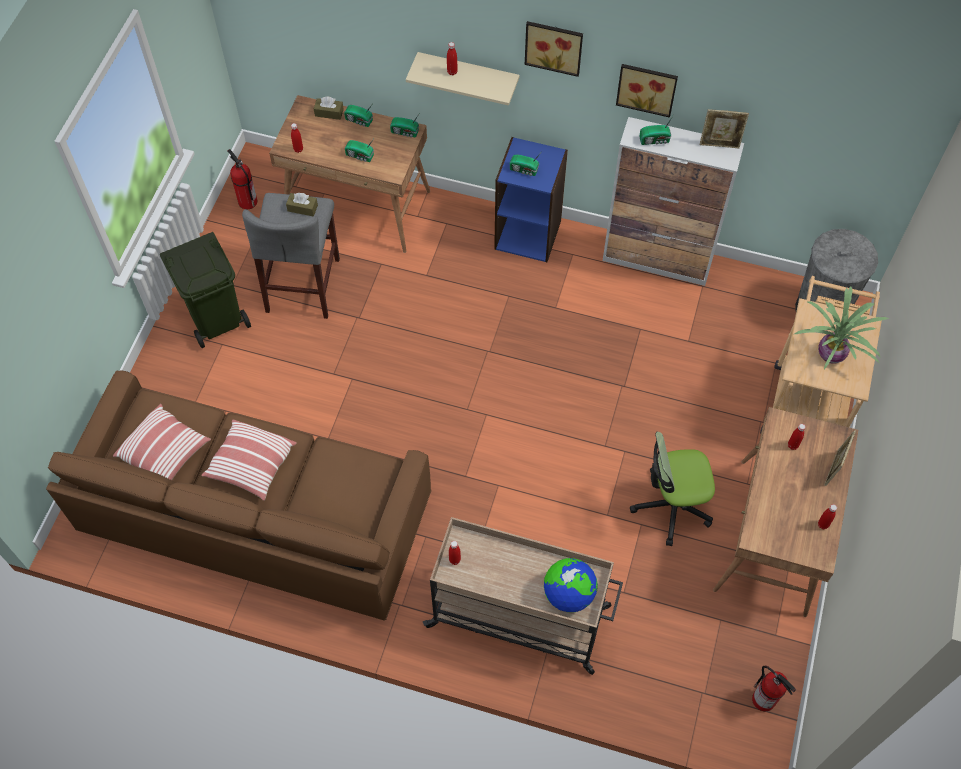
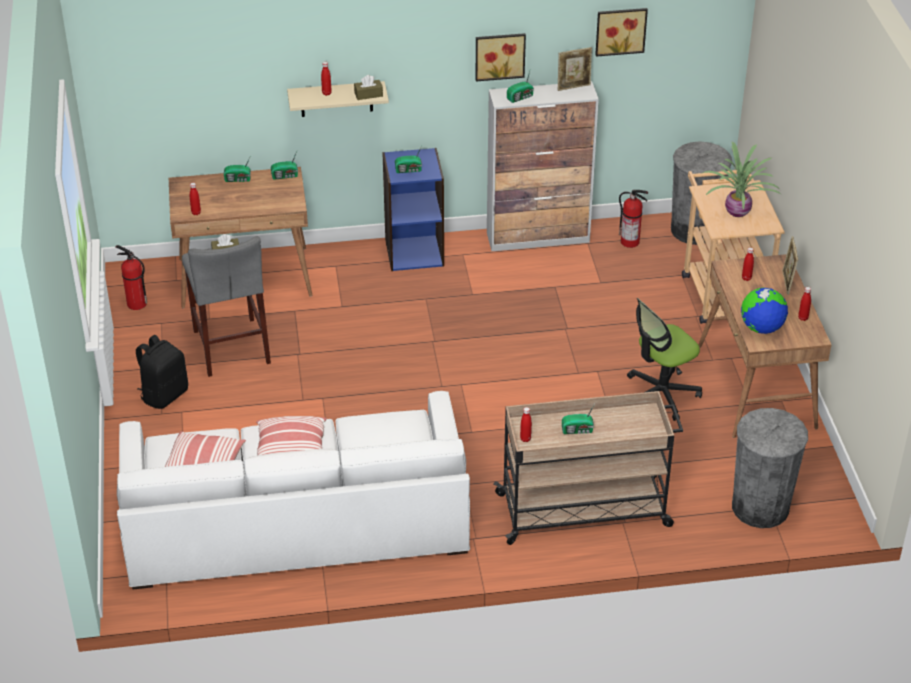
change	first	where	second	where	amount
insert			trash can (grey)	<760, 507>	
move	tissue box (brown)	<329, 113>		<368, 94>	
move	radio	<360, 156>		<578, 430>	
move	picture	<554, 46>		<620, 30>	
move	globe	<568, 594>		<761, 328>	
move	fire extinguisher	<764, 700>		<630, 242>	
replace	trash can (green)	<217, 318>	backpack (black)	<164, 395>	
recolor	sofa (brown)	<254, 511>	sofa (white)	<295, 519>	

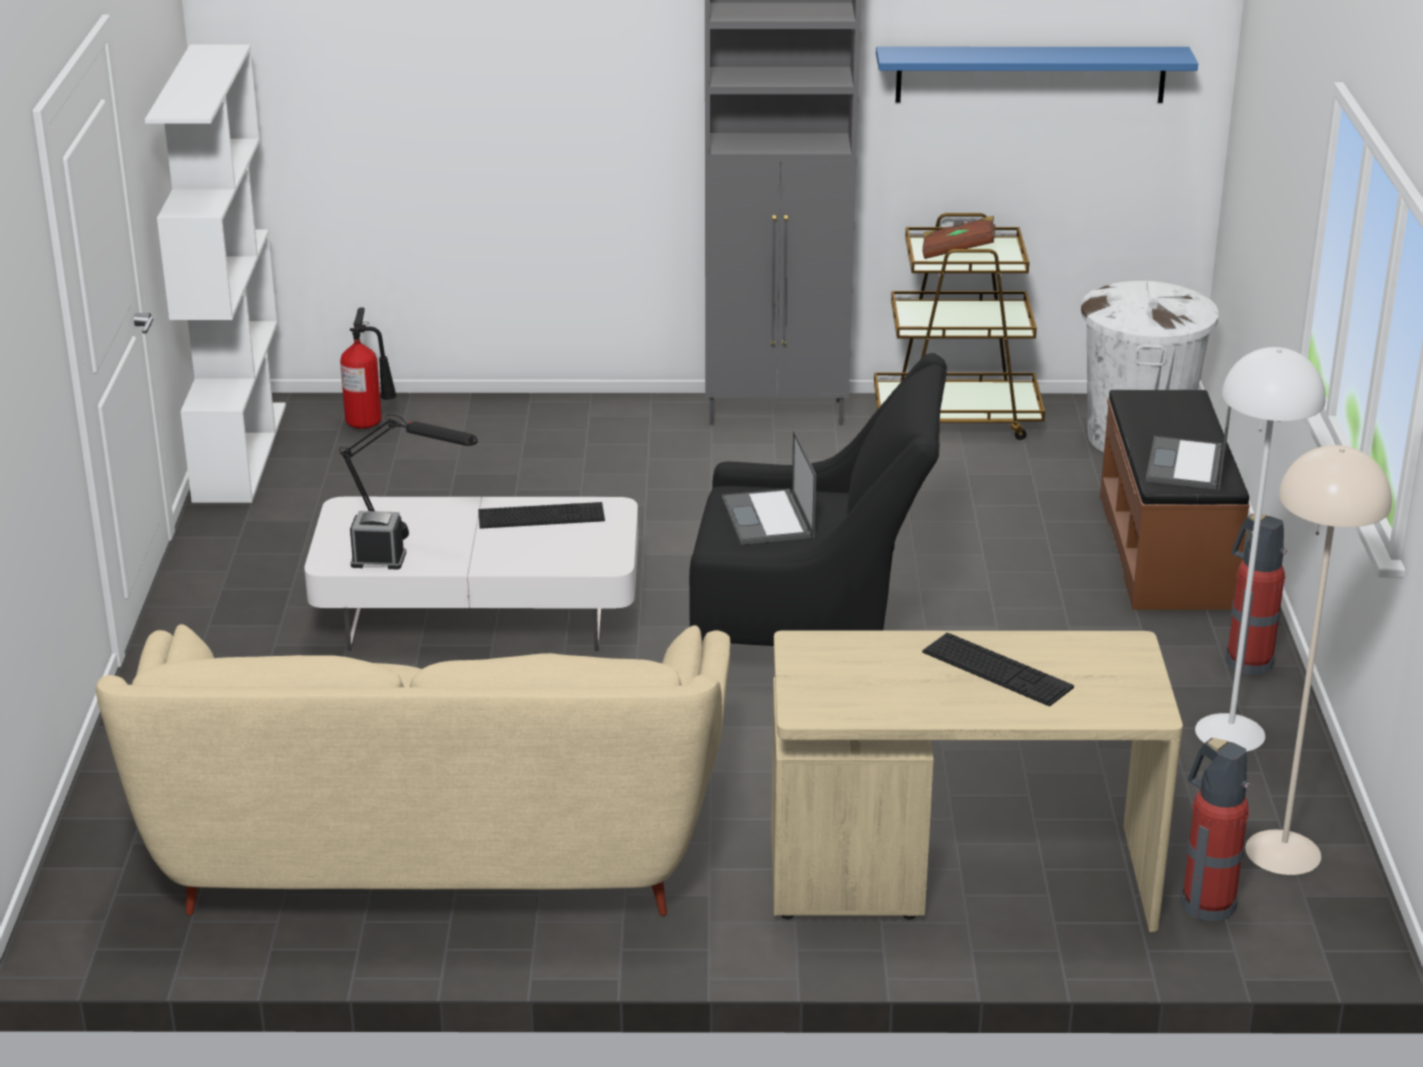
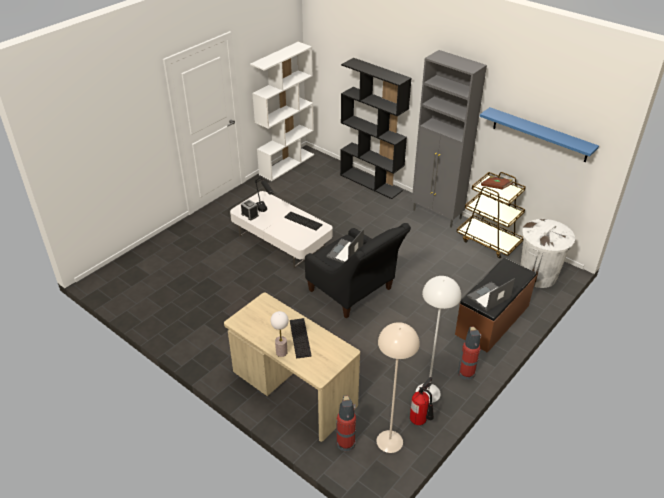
change	first	where	second	where	amount
delete	sofa (beige)	<435, 839>			
insert			table lamp	<281, 352>	
insert			bookcase (black)	<371, 183>	
move	fire extinguisher	<370, 423>		<420, 420>	

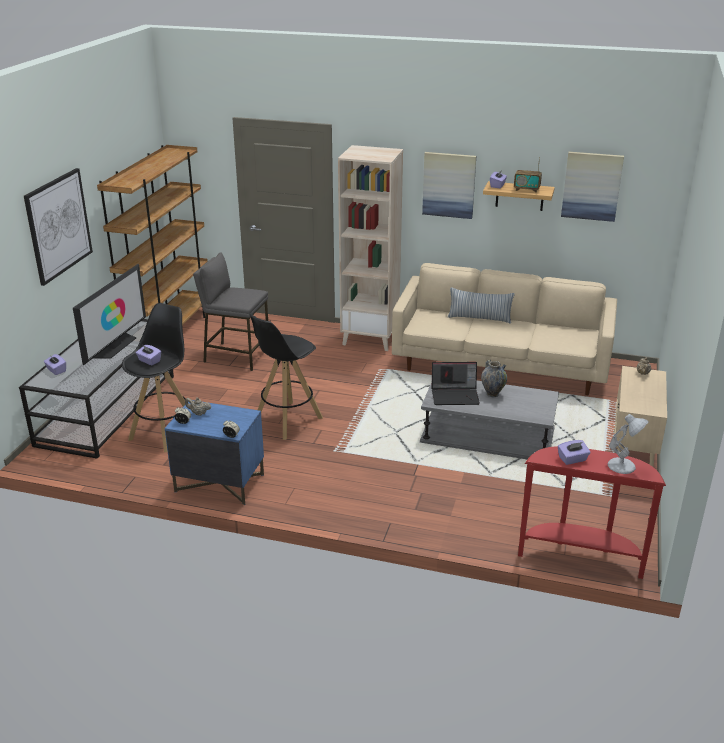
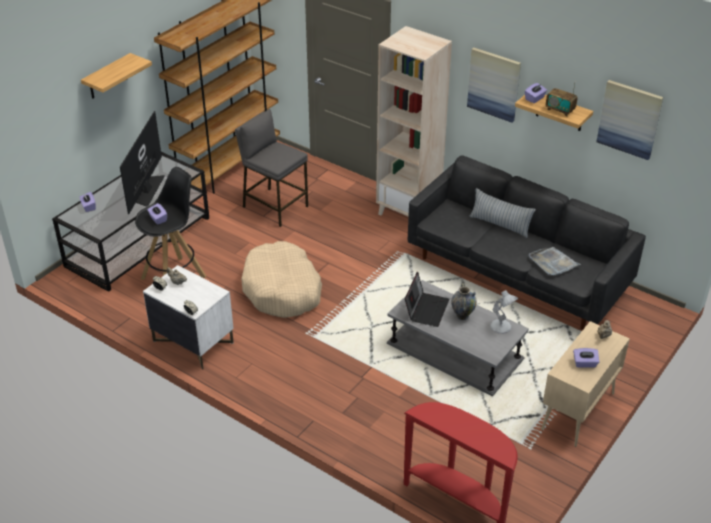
change	first	where	second	where	amount
insert			tray (grey)	<553, 263>	
move	tissue box (purple)	<572, 459>		<585, 363>	
move	table lamp (white)	<623, 466>		<501, 327>	
replace	picture	<58, 225>	shelf	<107, 77>	
replace	stool (black)	<287, 420>	dog bed (beige)	<282, 290>	
recolor	nightstand (blue)	<219, 483>	nightstand (white)	<192, 342>	
recolor	sofa (beige)	<501, 366>	sofa (black)	<517, 275>	
rotate	television	<115, 346>		<147, 190>	150 degrees clockwise
rotate	laptop	<455, 395>		<426, 309>	90 degrees counterclockwise

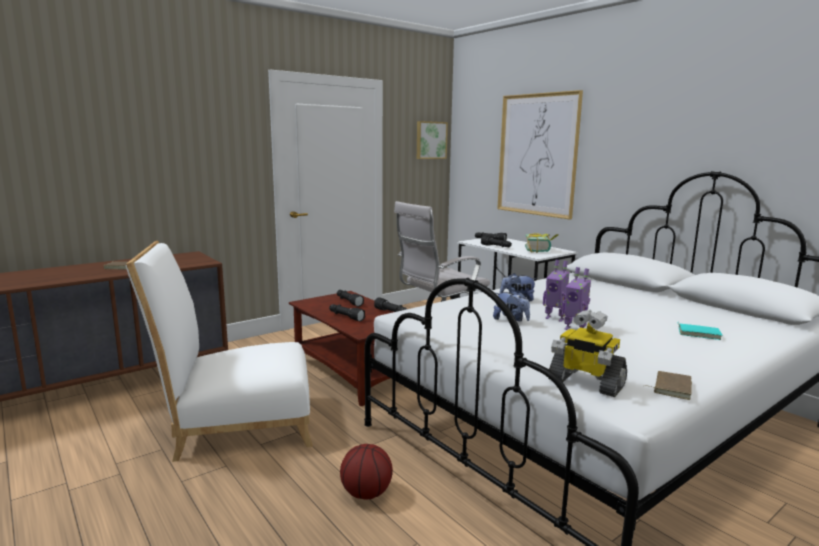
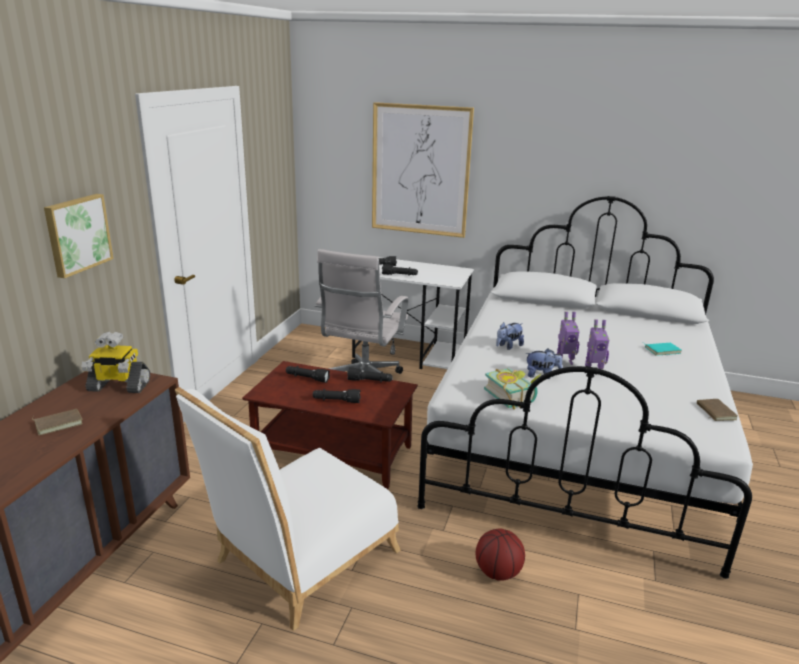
change	first	where	second	where	amount
move	picture	<430, 140>		<77, 234>	
move	book	<540, 250>		<513, 396>	
move	toy robot	<585, 383>		<118, 386>	

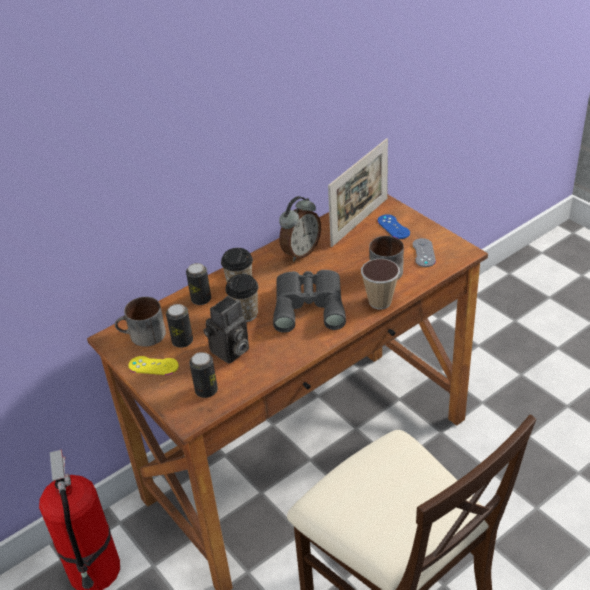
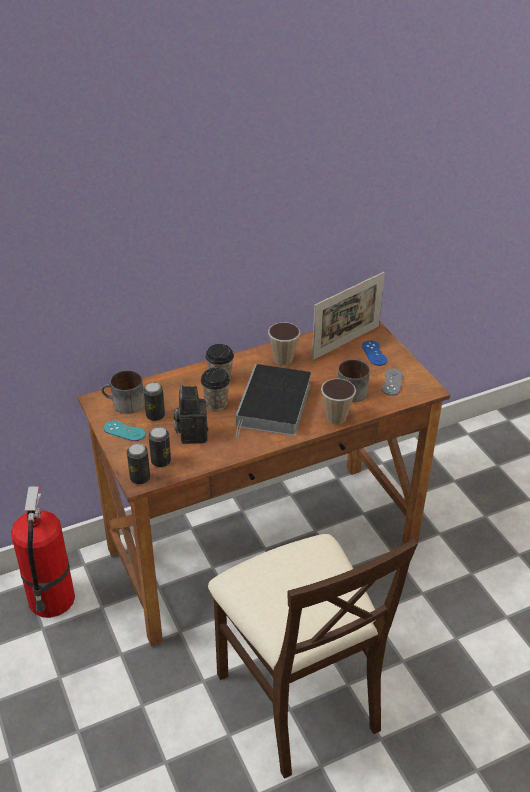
change	first	where	second	where	amount
move	can	<201, 299>		<140, 478>	
replace	binoculars (grey)	<309, 304>	book	<274, 406>	
replace	alarm clock	<300, 252>	cup	<283, 359>	
recolor	game controller (yellow)	<153, 366>	game controller (turquoise)	<124, 431>	
rotate	photo camera	<230, 352>		<191, 433>	120 degrees clockwise

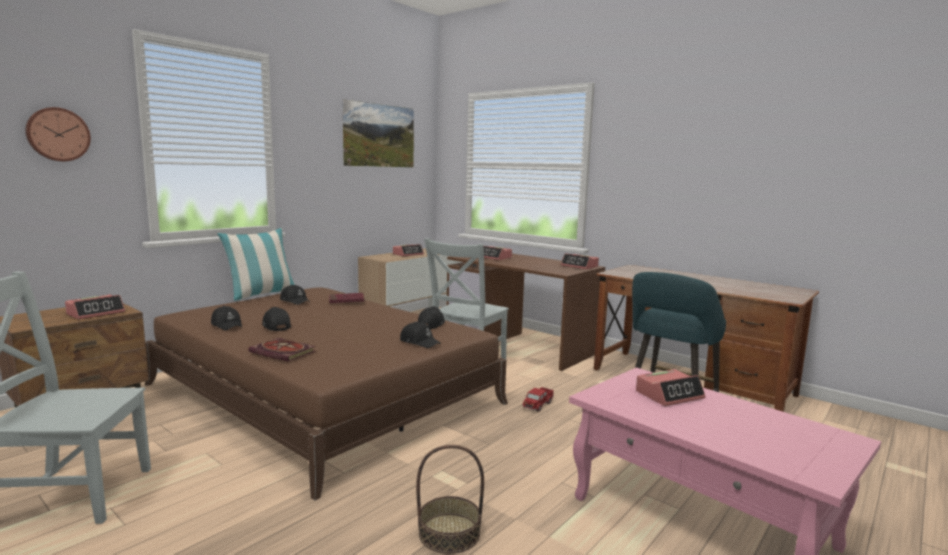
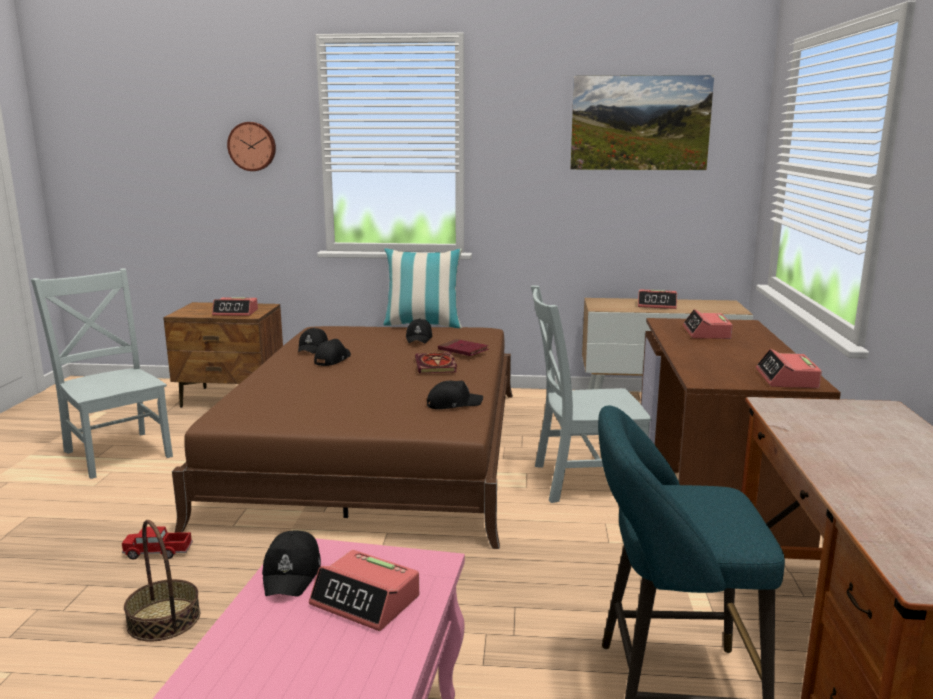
change	first	where	second	where	amount
move	book	<284, 352>		<436, 366>	
move	cap (black)	<419, 342>		<293, 573>	
move	toy truck	<538, 405>		<158, 552>	

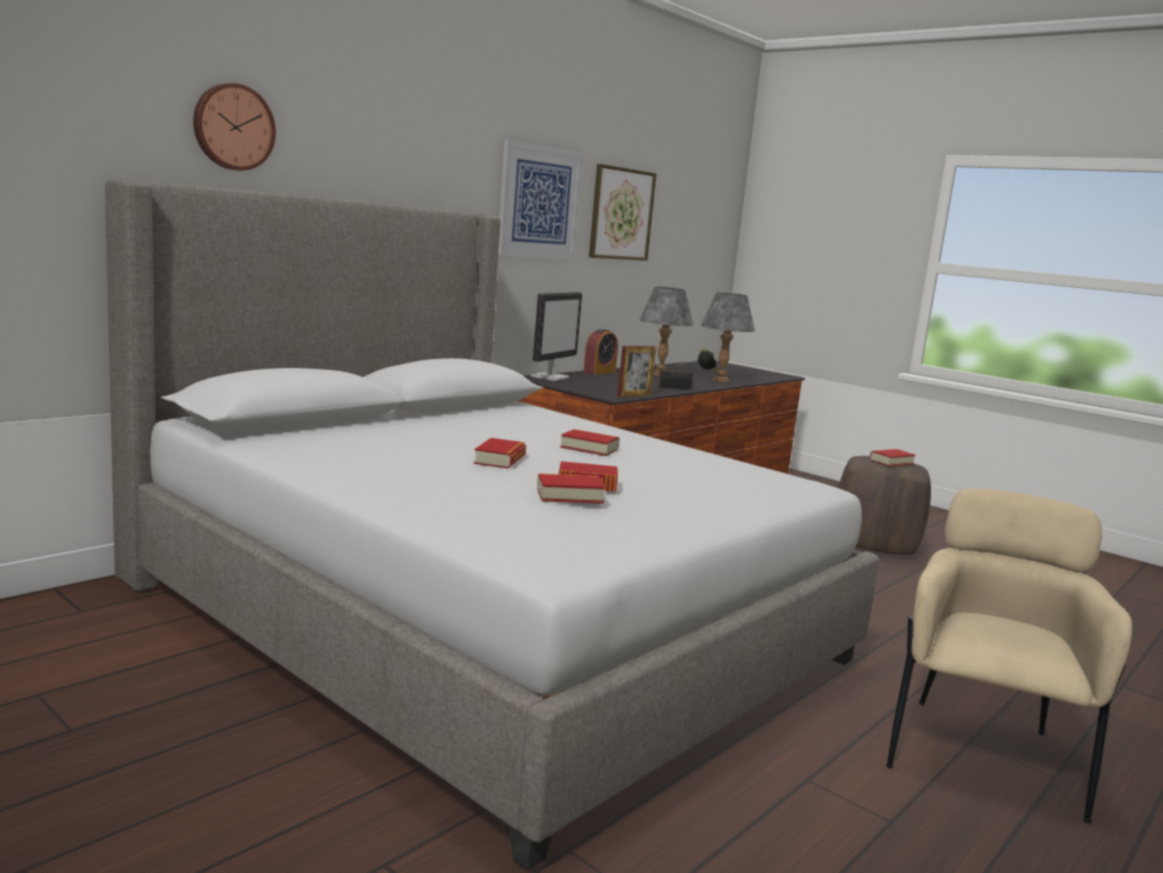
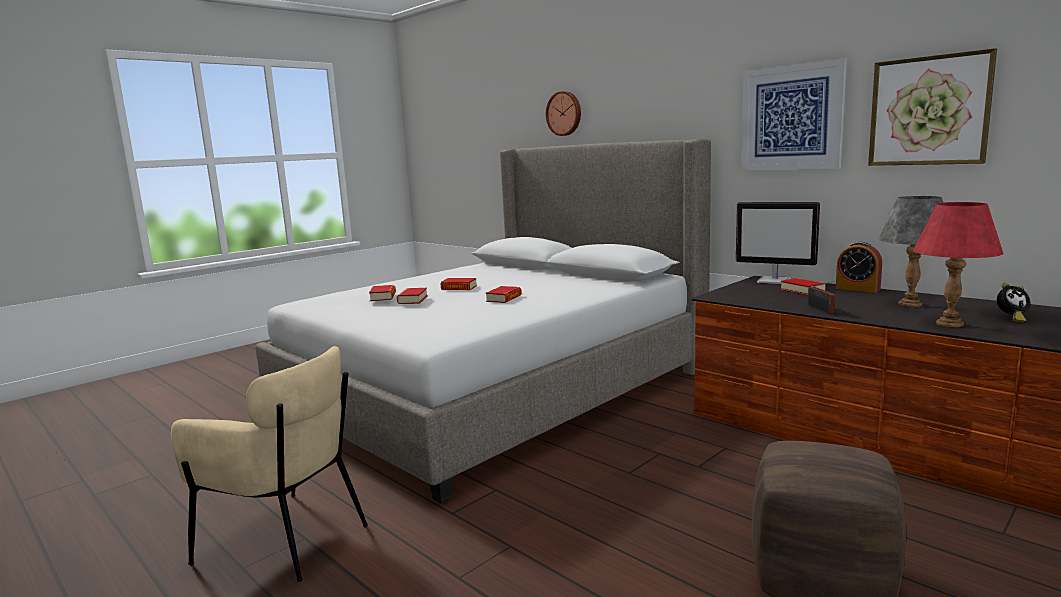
change	first	where	second	where	amount
delete	picture frame	<634, 396>			
move	book	<891, 462>		<802, 291>	
recolor	table lamp (grey)	<721, 381>	table lamp (red)	<949, 324>	

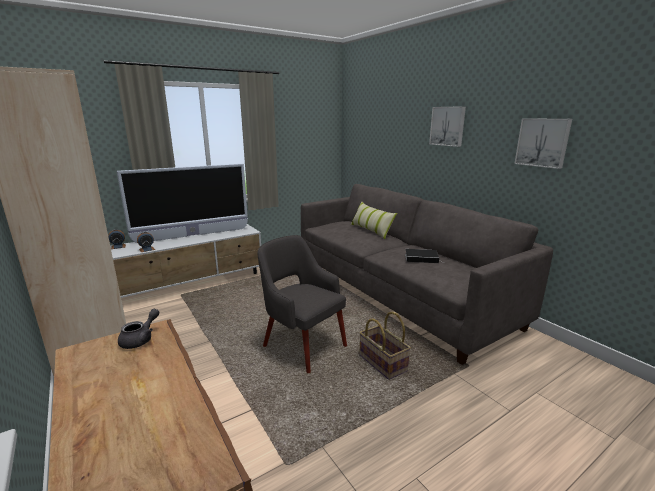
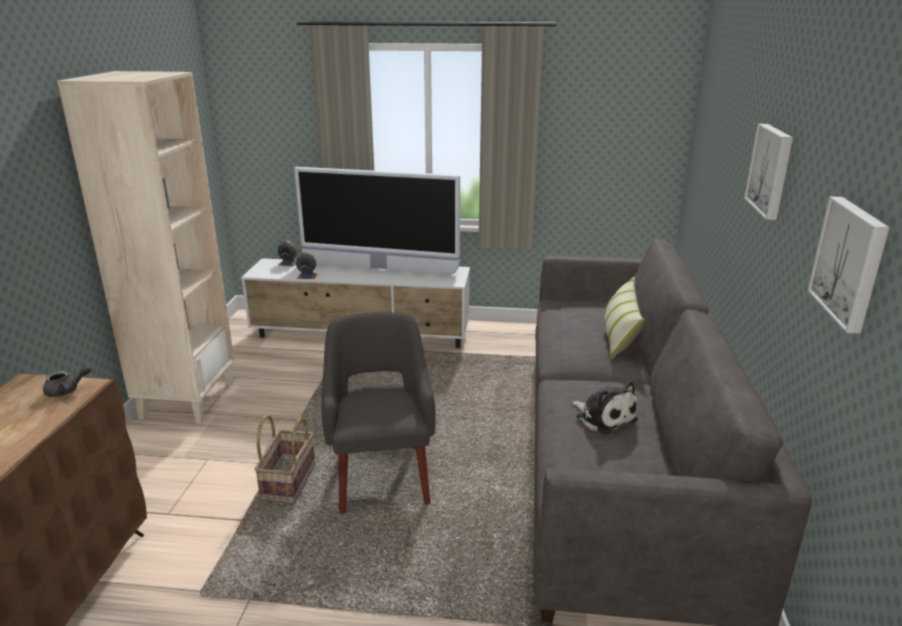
change	first	where	second	where	amount
move	basket	<382, 363>		<288, 481>	
replace	book	<422, 258>	plush toy	<604, 417>	

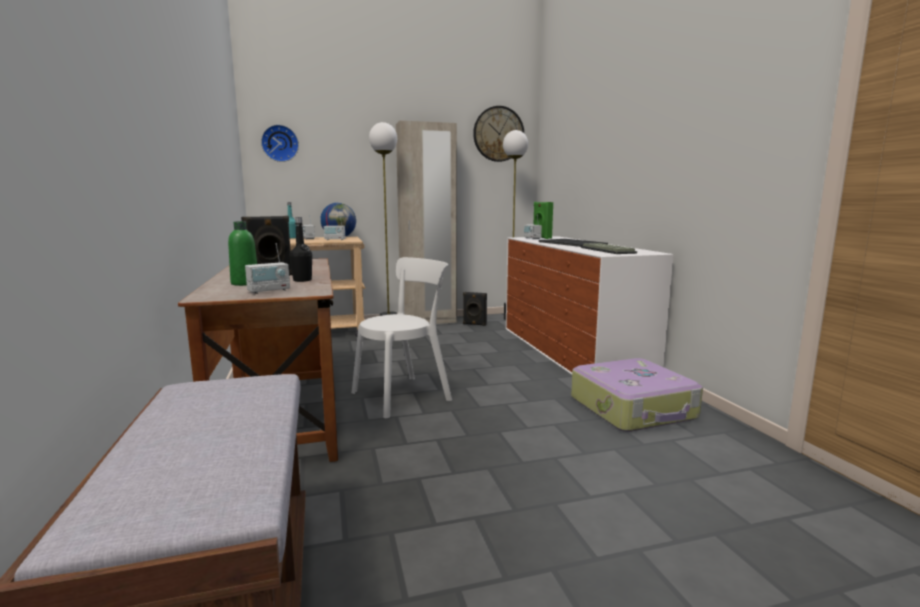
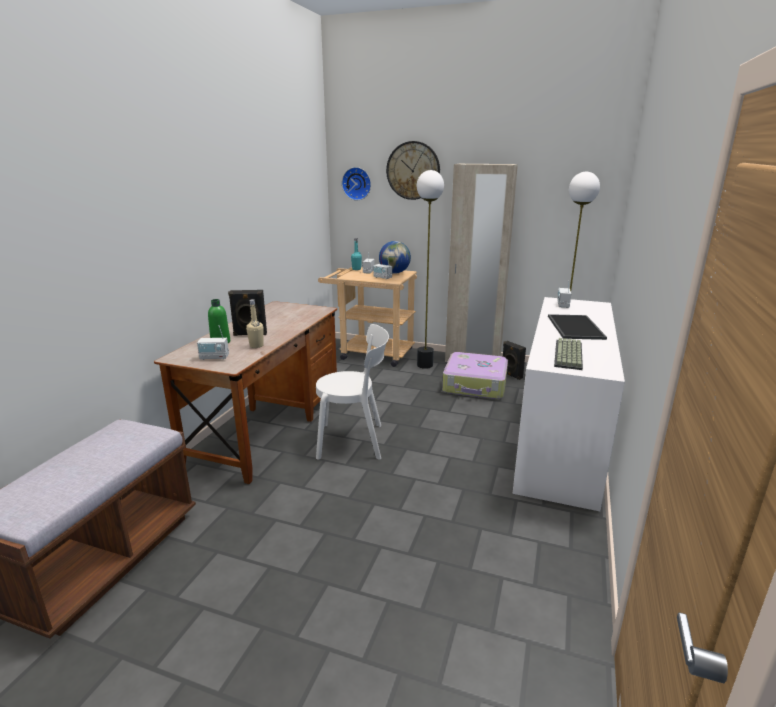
change	first	where	second	where	amount
delete	speaker (green)	<541, 237>			
move	wall clock	<498, 134>		<413, 170>	
move	suitcase	<633, 408>		<475, 385>	
recolor	bottle (black)	<302, 280>	bottle (beige)	<256, 346>	

